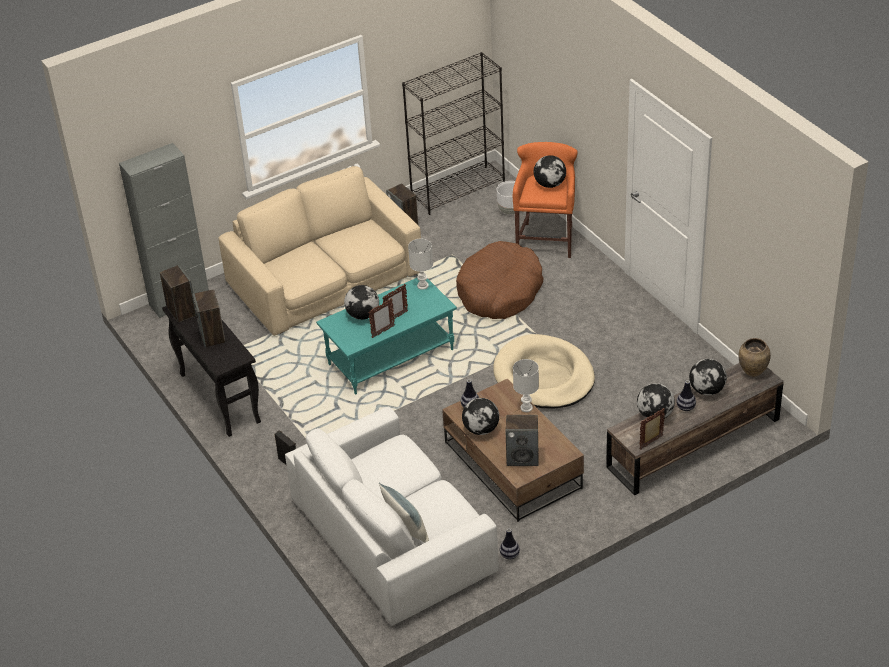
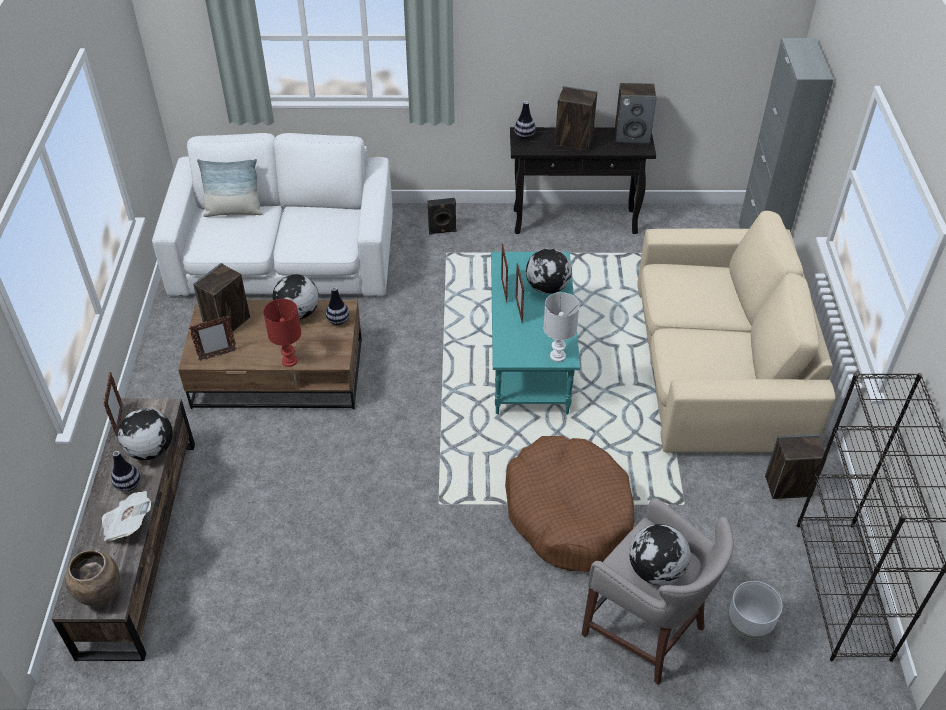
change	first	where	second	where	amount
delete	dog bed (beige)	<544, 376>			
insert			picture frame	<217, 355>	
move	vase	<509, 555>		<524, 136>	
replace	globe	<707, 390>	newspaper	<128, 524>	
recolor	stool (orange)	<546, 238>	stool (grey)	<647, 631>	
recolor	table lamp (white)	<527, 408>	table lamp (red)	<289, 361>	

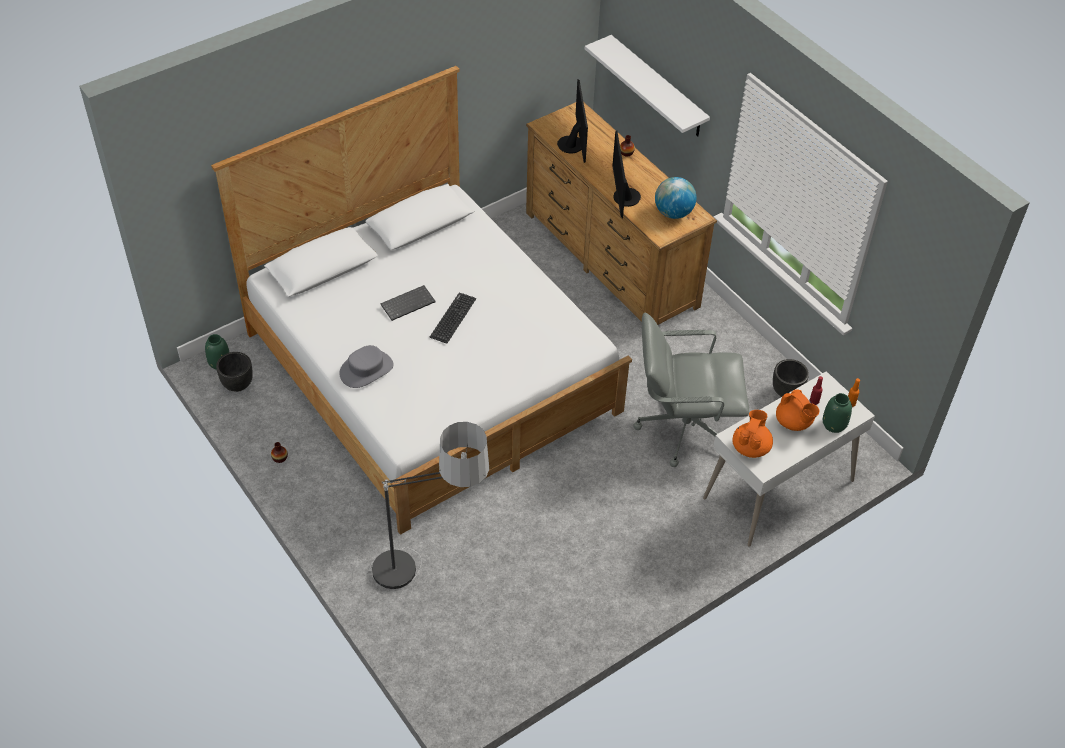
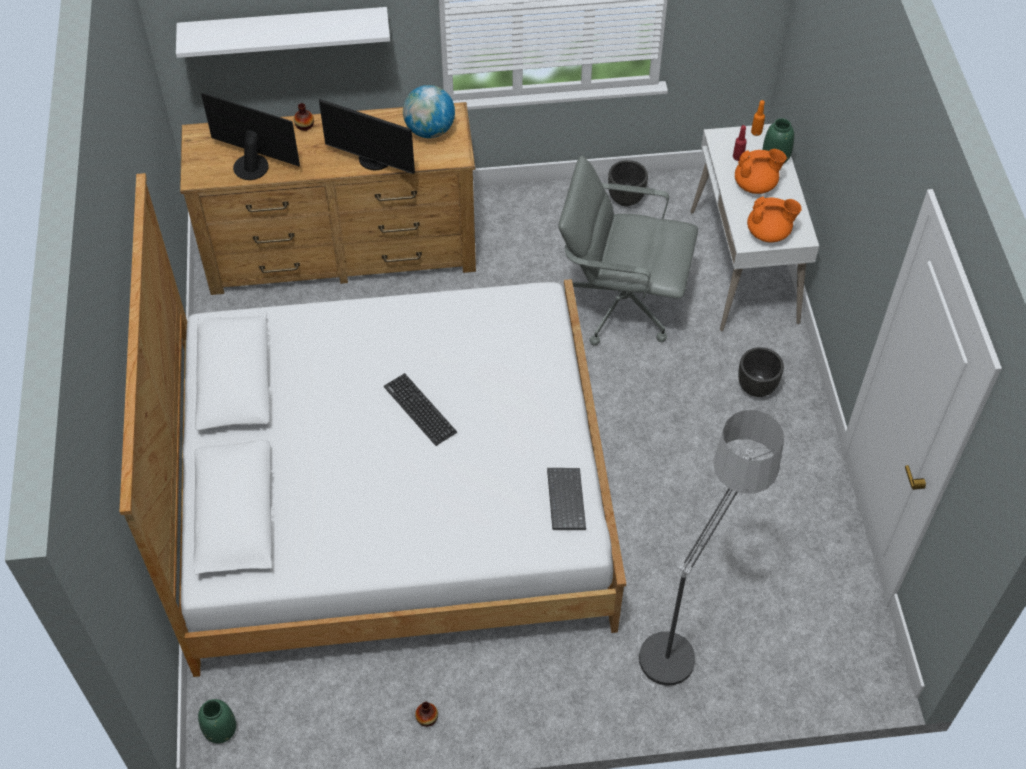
change	first	where	second	where	amount
delete	hat (grey)	<366, 369>			
move	planter (black)	<238, 385>		<757, 387>	
move	keyboard	<408, 303>		<564, 499>	
rotate	office chair (grey)	<683, 427>		<620, 303>	75 degrees clockwise
rotate	teapot (orange)	<751, 447>		<769, 233>	135 degrees clockwise

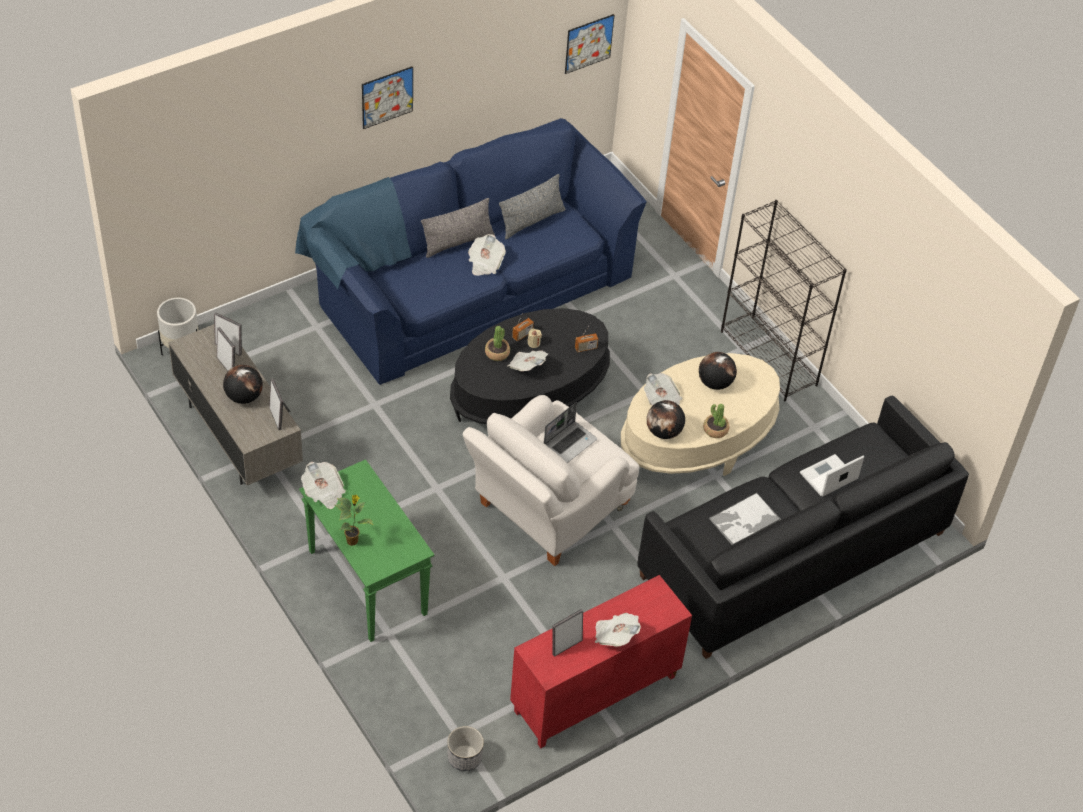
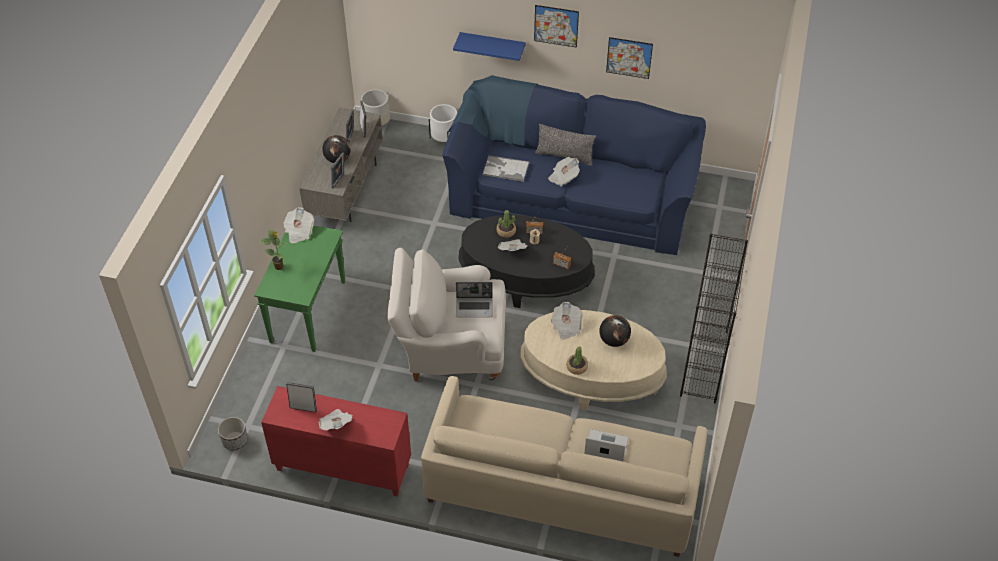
change	first	where	second	where	amount
delete	pillow (grey)	<532, 221>			
delete	globe	<663, 432>			
insert			planter (white)	<444, 140>	
insert			shelf (blue)	<492, 46>	
move	picture	<589, 43>		<629, 57>	
move	tray	<744, 520>		<505, 169>	
recolor	sofa (black)	<793, 554>	sofa (beige)	<561, 488>	

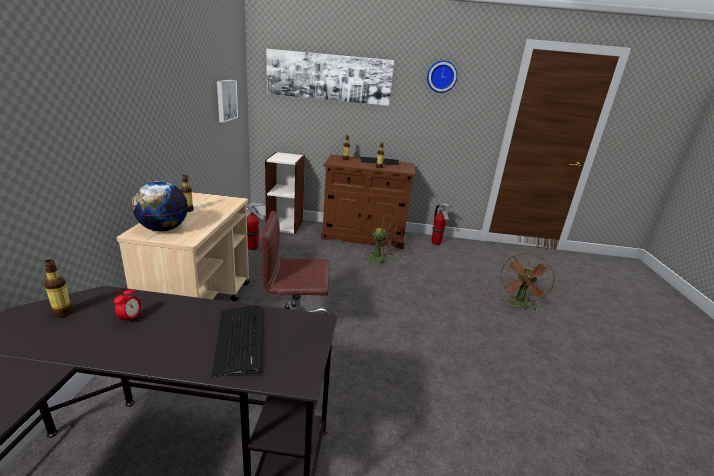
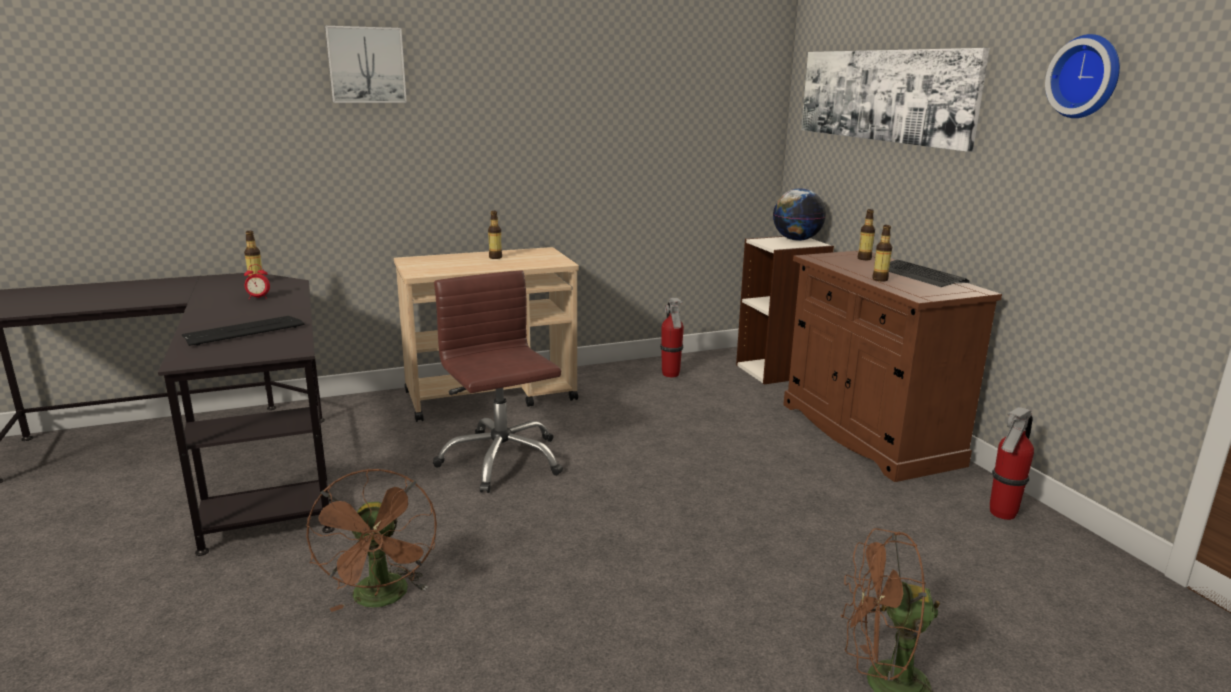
change	first	where	second	where	amount
move	globe	<163, 229>		<796, 240>	
move	picture	<225, 100>		<366, 65>	
move	fan (brown)	<381, 259>		<383, 599>	

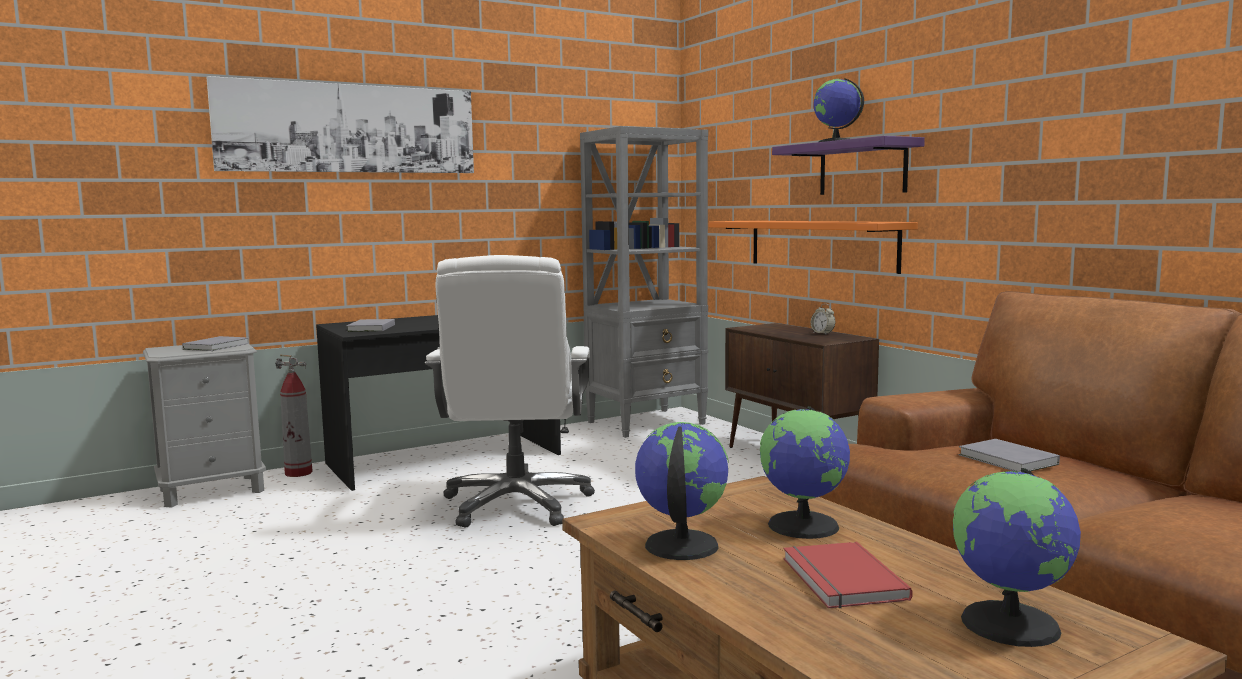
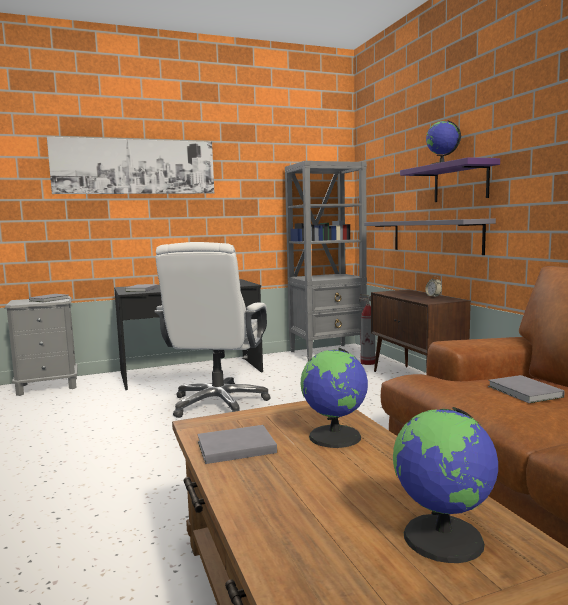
change	first	where	second	where	amount
delete	book (red)	<840, 579>			
move	fire extinguisher	<299, 473>		<368, 363>	
replace	globe	<680, 545>	book (grey)	<234, 447>	
recolor	shelf (orange)	<820, 244>	shelf (grey)	<435, 236>	

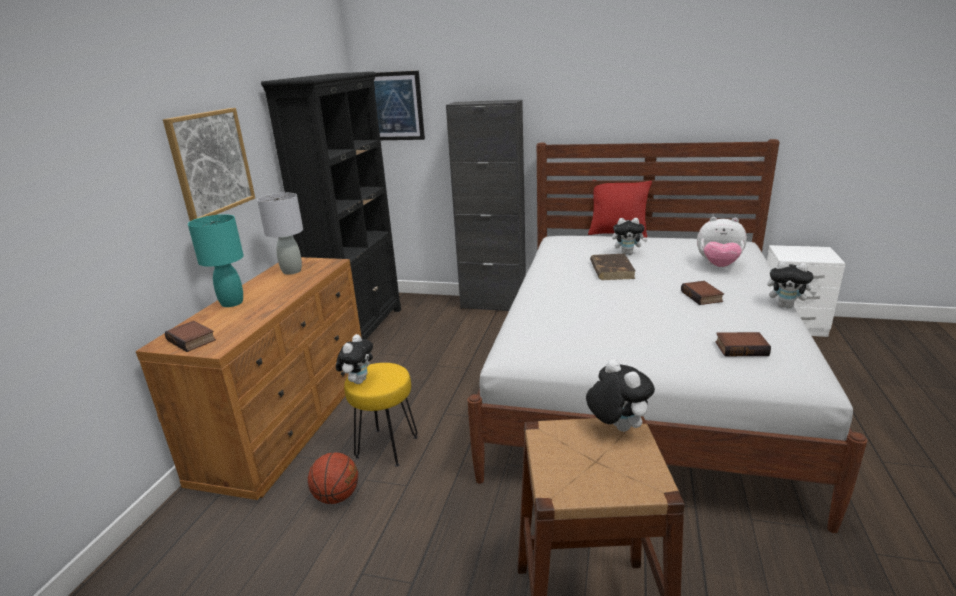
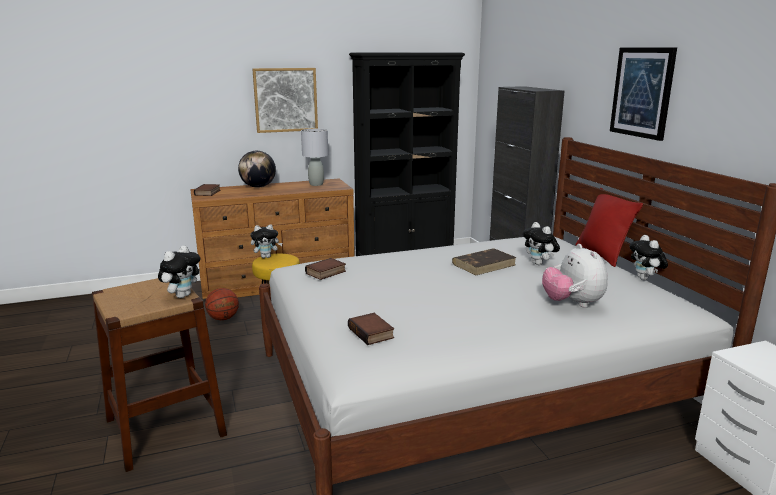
change	first	where	second	where	amount
move	picture	<396, 106>		<642, 92>	
move	book	<702, 296>		<326, 273>	
move	plush toy	<786, 306>		<645, 279>	
replace	table lamp (turquoise)	<232, 303>	globe	<258, 187>	

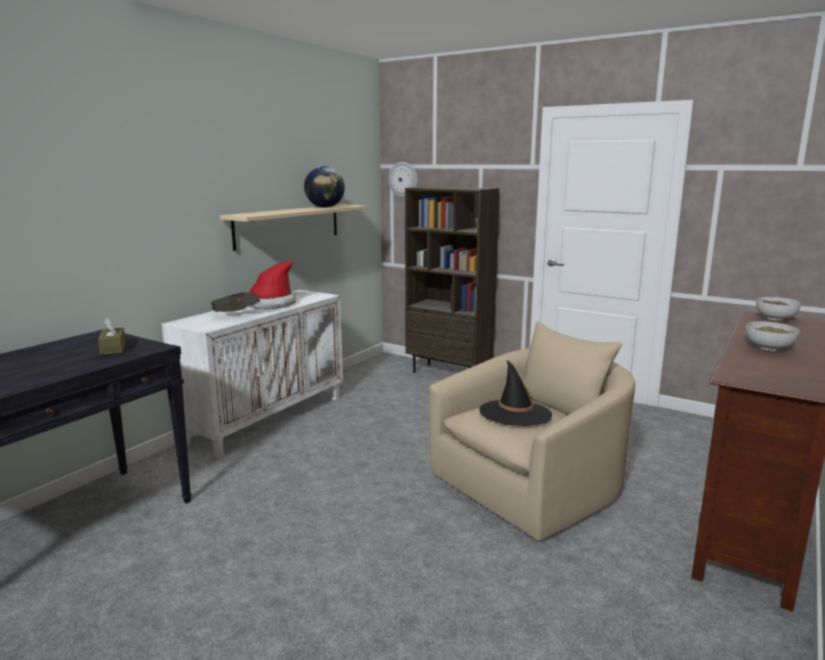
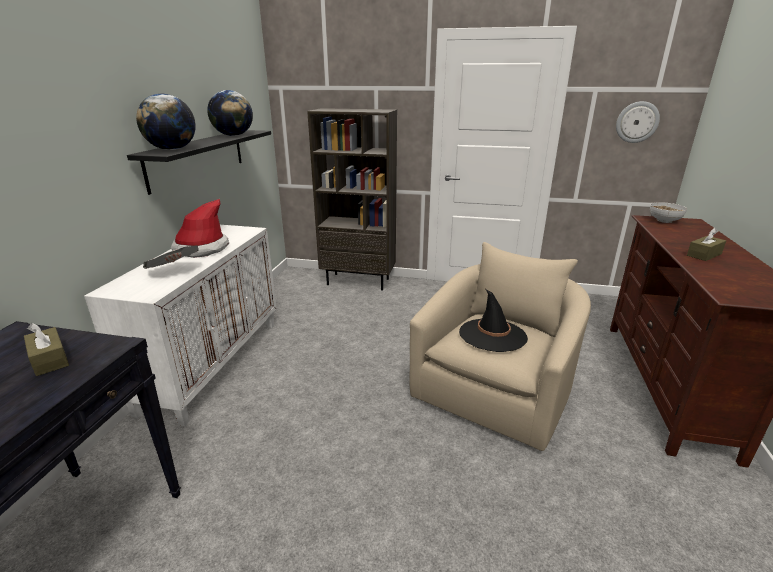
change	first	where	second	where	amount
insert			globe	<172, 149>	
move	wall clock	<403, 179>		<637, 122>	
replace	bowl	<769, 348>	tissue box (brown)	<704, 255>	
recolor	shelf (beige)	<288, 225>	shelf (black)	<198, 158>	

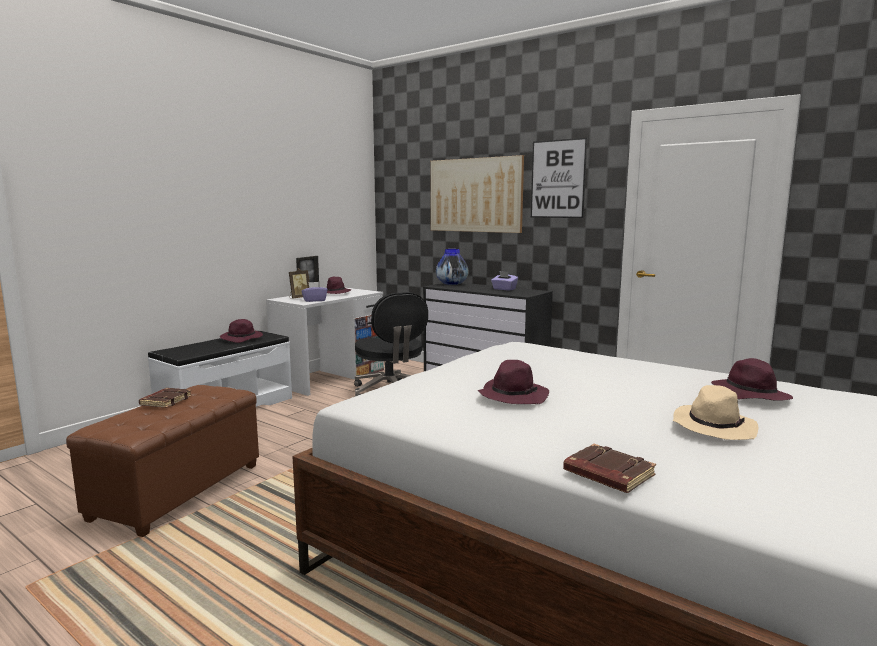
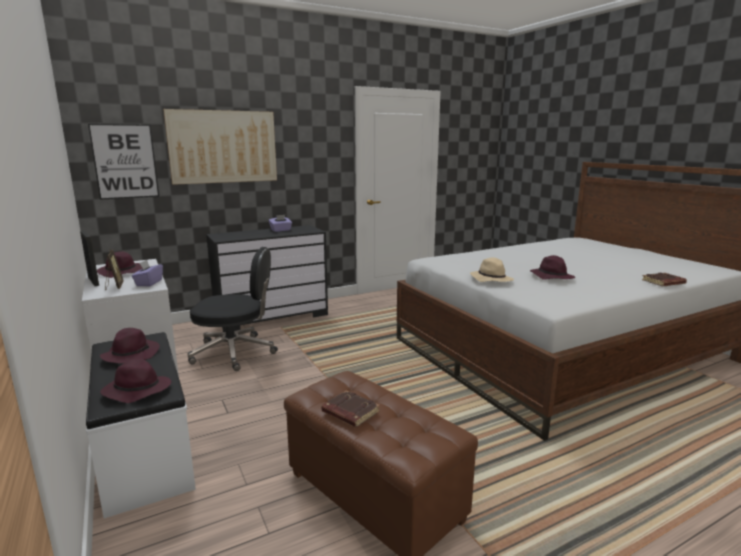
change	first	where	second	where	amount
delete	vase	<451, 284>			
move	picture	<558, 179>		<125, 161>	
move	hat (beige)	<713, 428>		<490, 279>	
move	hat (purple)	<749, 395>		<136, 391>	

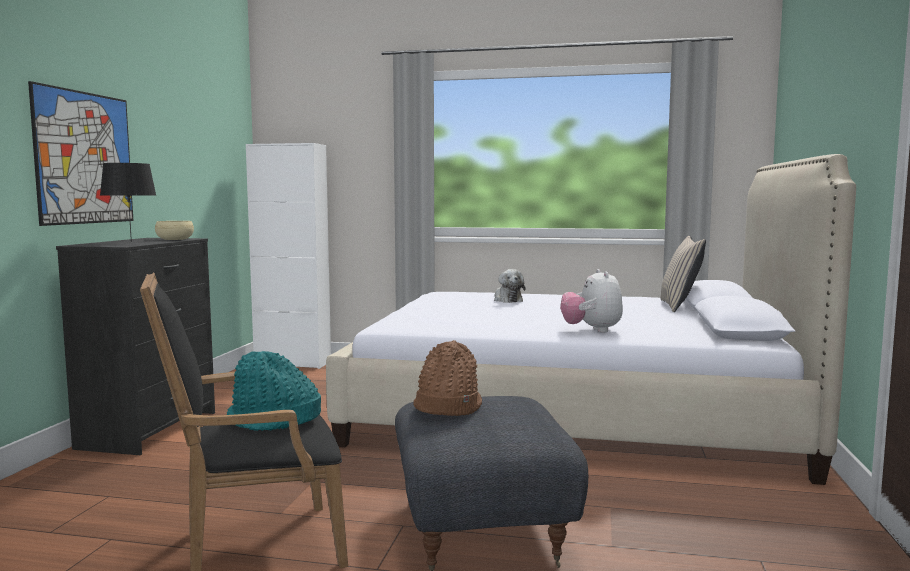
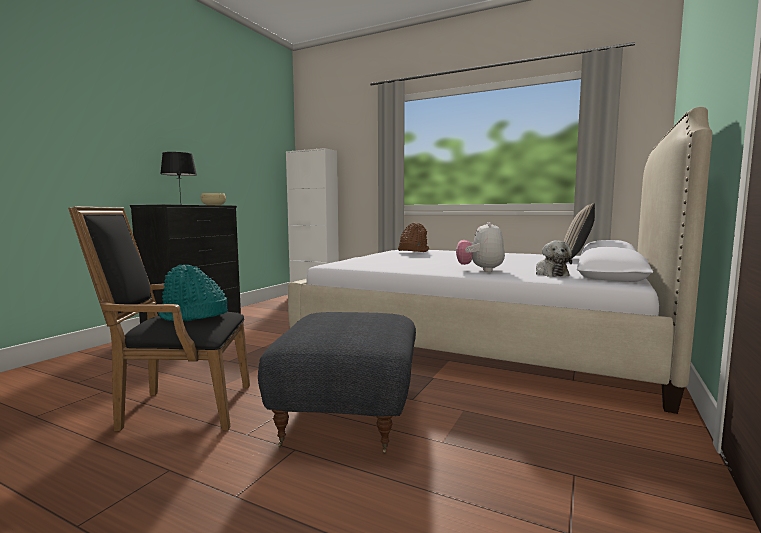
change	first	where	second	where	amount
delete	picture	<85, 158>			
move	hat (brown)	<446, 407>		<413, 251>	
move	plush toy	<507, 300>		<550, 274>	

